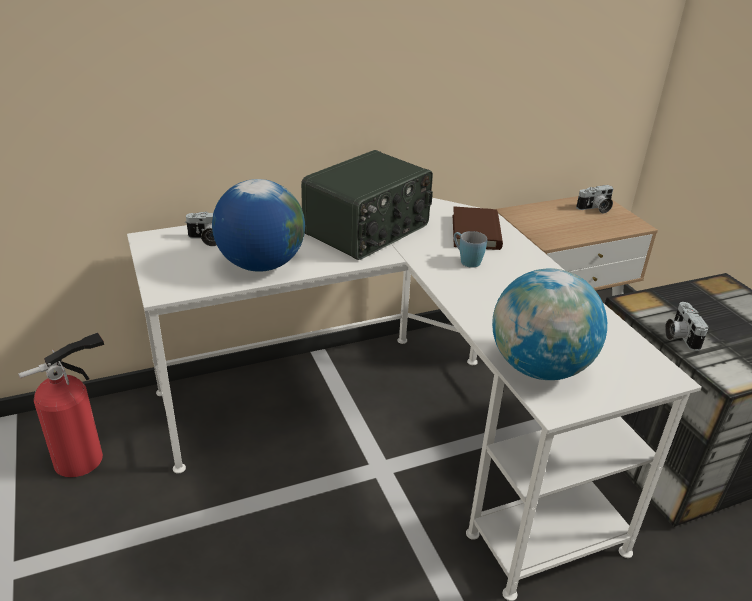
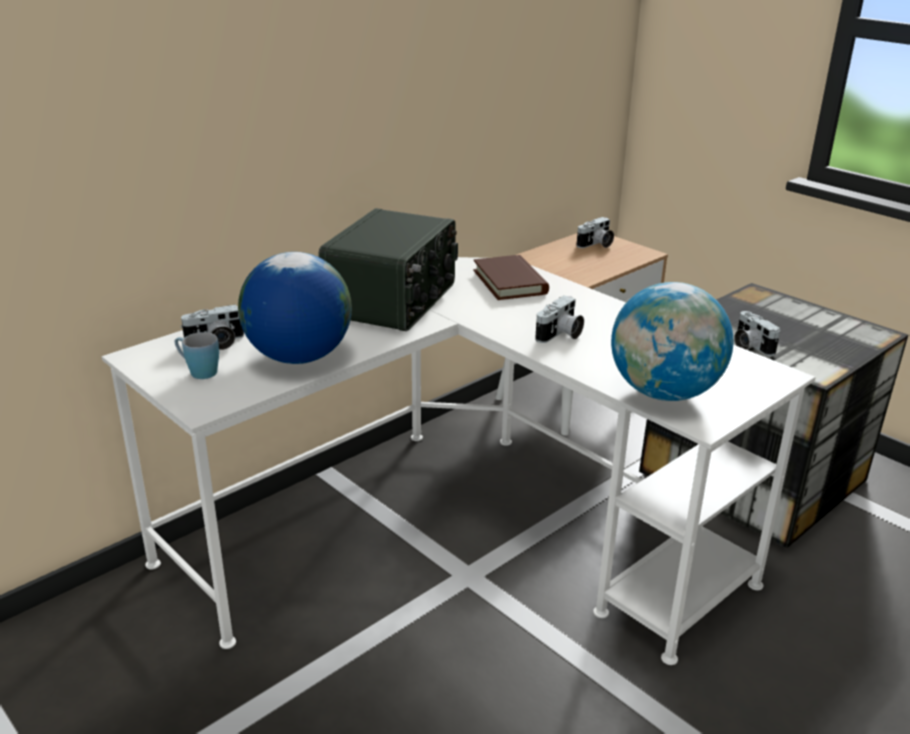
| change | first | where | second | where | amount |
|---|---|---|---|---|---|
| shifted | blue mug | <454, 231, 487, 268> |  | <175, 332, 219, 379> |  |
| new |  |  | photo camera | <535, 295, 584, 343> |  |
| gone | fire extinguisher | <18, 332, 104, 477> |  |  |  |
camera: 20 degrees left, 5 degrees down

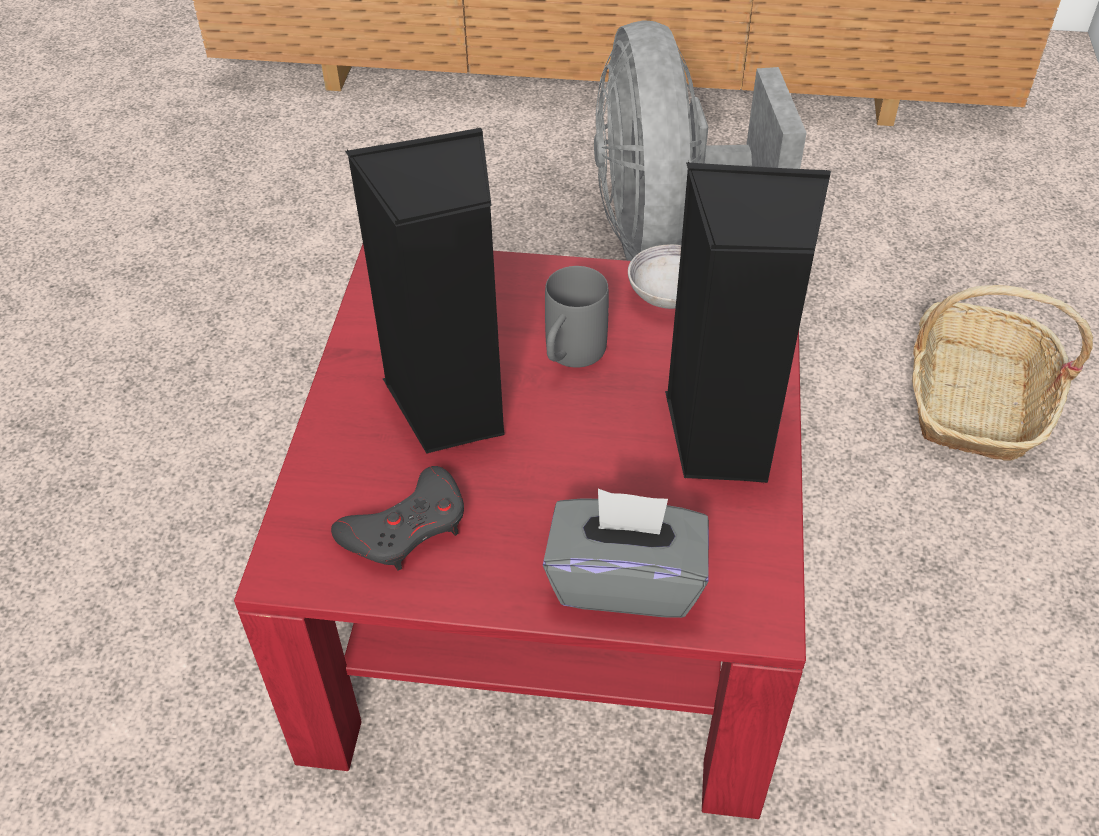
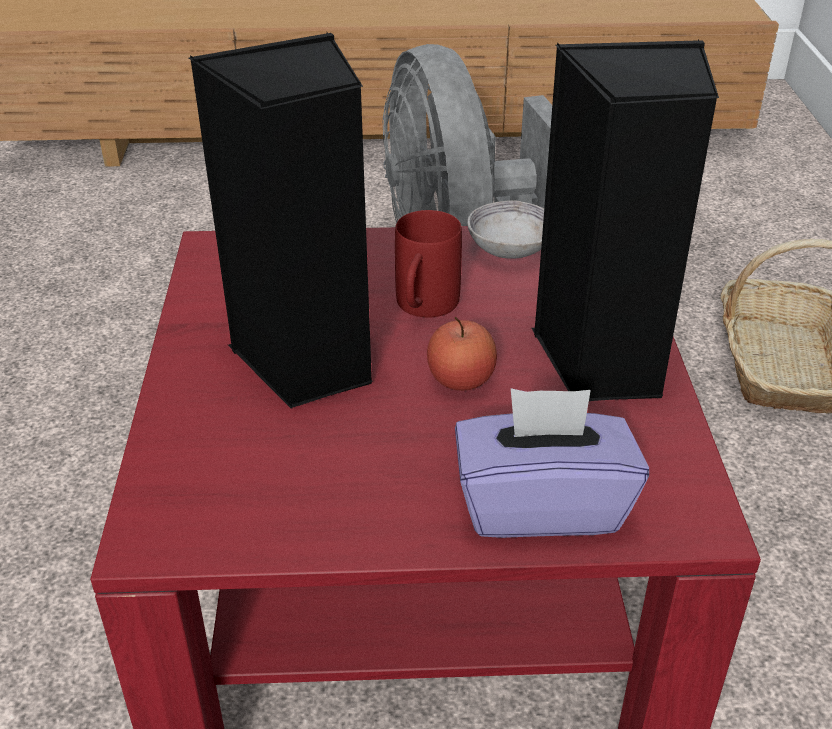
| change | first | where | second | where | amount |
|---|---|---|---|---|---|
| repainted | grey mug | <545, 266, 609, 368> | red mug | <395, 210, 462, 318> |  |
| new |  |  | apple | <427, 317, 497, 391> |  |
| repainted | grey tissue box | <543, 489, 709, 618> | purple tissue box | <455, 388, 649, 538> |  |
| gone | grey game controller | <331, 466, 464, 571> |  |  |  |
camera: 10 degrees left, 10 degrees down

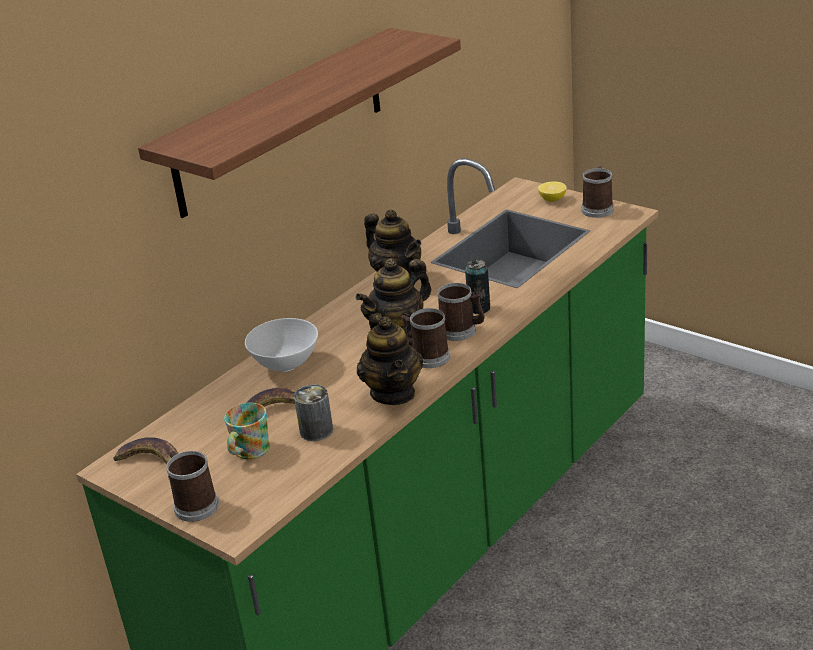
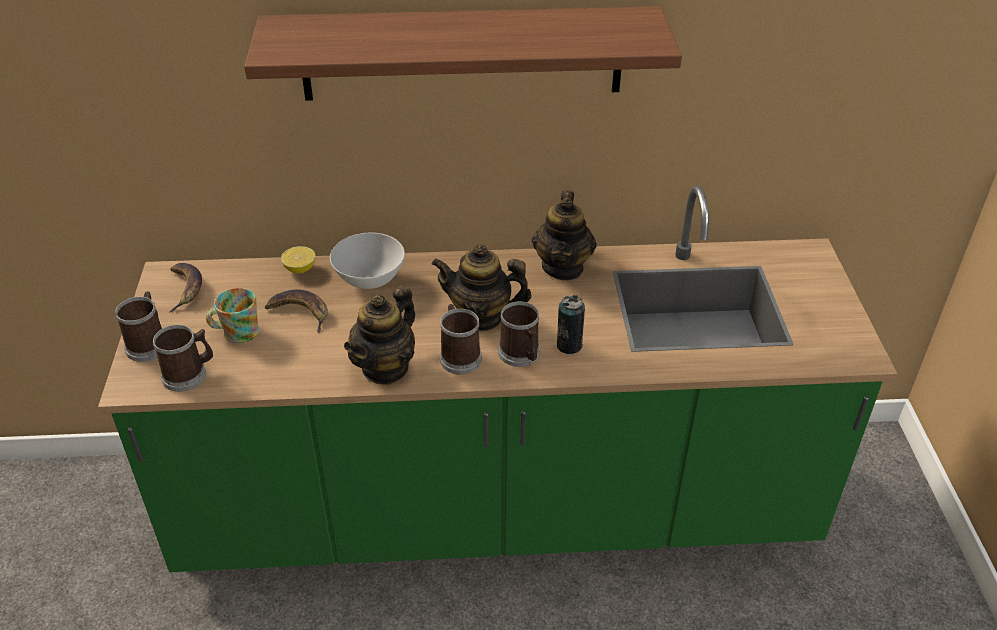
| change | first | where | second | where | amount |
|---|---|---|---|---|---|
| shifted | mug | <581, 166, 614, 218> |  | <153, 325, 213, 392> |  |
| shifted | lemon | <538, 181, 567, 202> |  | <281, 246, 316, 274> |  |
| gone | can | <294, 385, 333, 441> |  |  |  |
camera: 45 degrees right, 10 degrees up

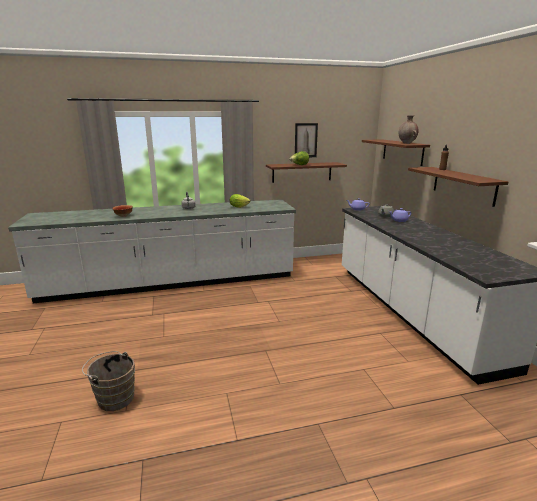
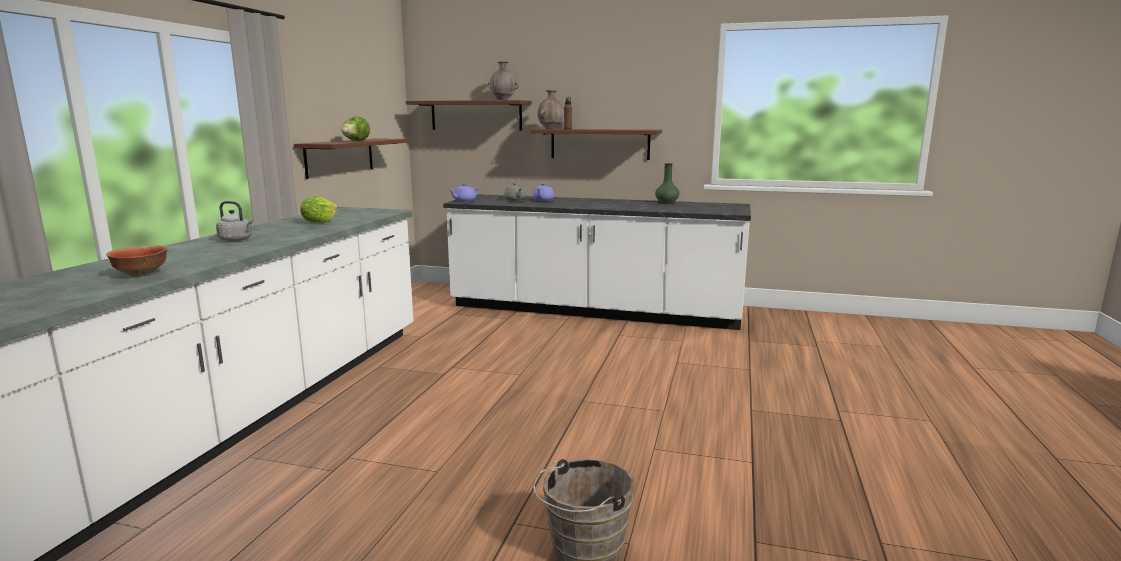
| change | first | where | second | where | amount |
|---|---|---|---|---|---|
| new |  |  | brown vase | <538, 90, 564, 129> |  |
| new |  |  | green vase | <655, 163, 679, 203> |  |
| gone | picture | <295, 123, 318, 157> |  |  |  |
camera: 60 degrees left, 5 degrees down

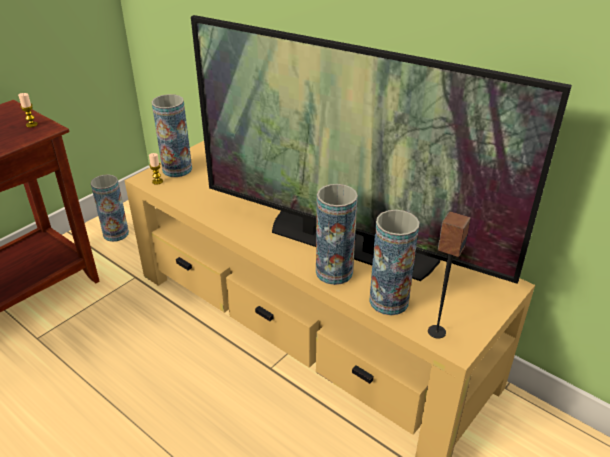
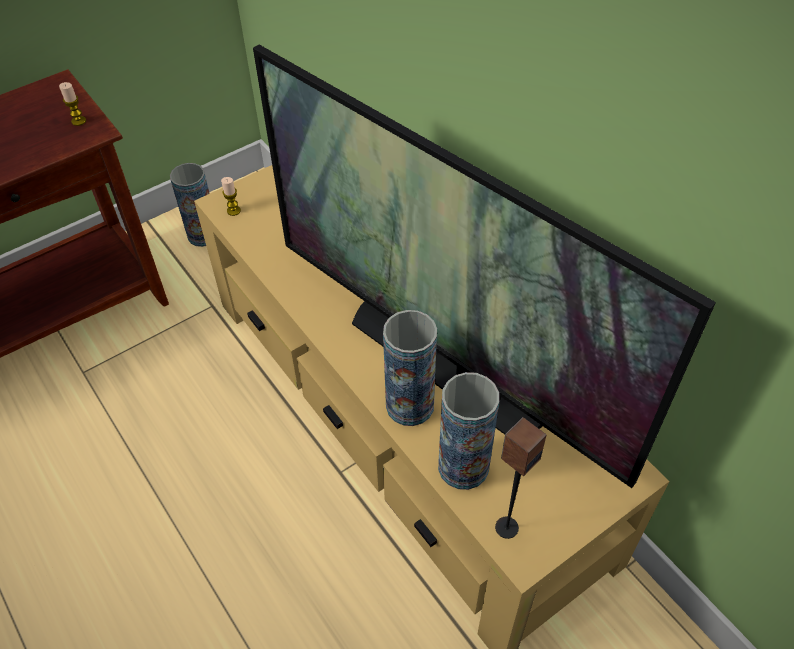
| change | first | where | second | where | amount |
|---|---|---|---|---|---|
| gone | vase | <152, 94, 192, 177> |  |  |  |
camera: 15 degrees right, 15 degrees up

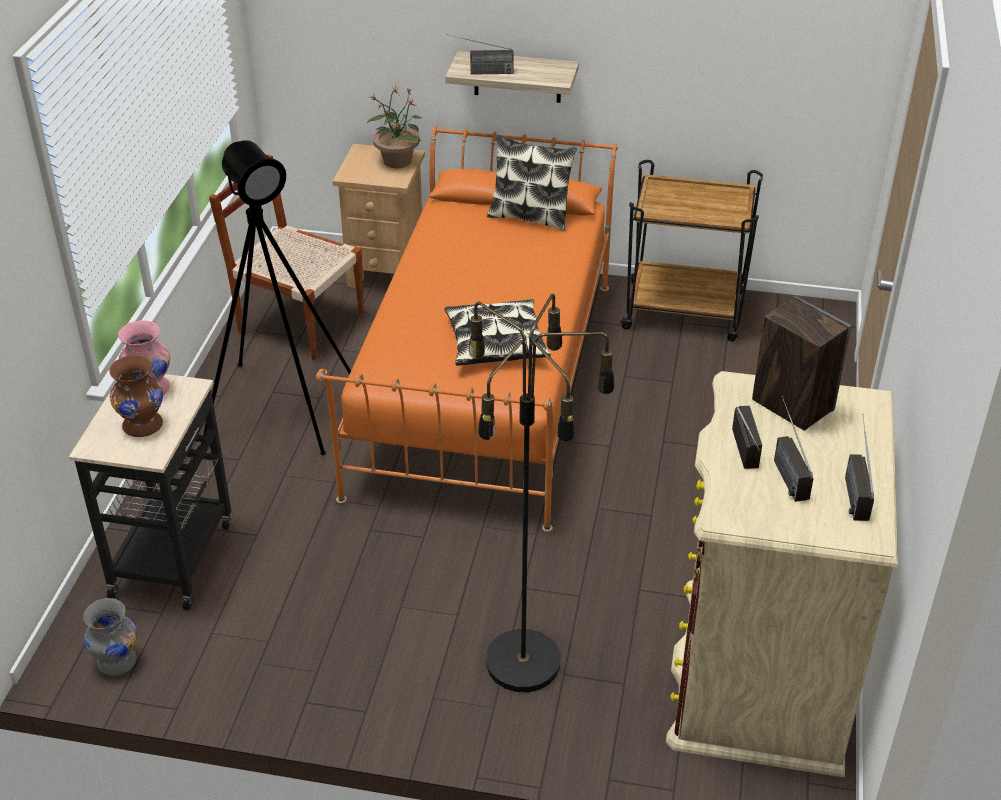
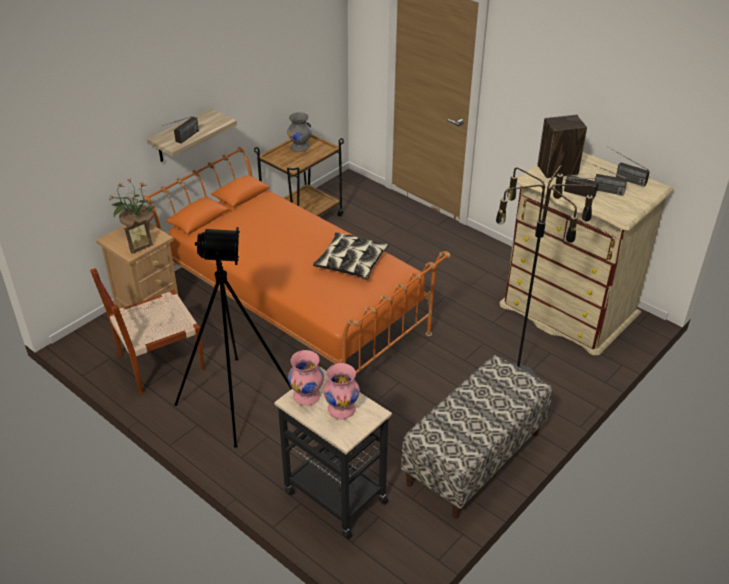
| change | first | where | second | where | amount |
|---|---|---|---|---|---|
| new |  |  | picture frame | <124, 219, 153, 254> |  |
| shifted | grey vase | <83, 598, 137, 676> |  | <287, 112, 312, 152> |  |
| repainted | brown vase | <109, 355, 163, 437> | pink vase | <323, 363, 360, 419> |  |
| new |  |  | bench | <401, 355, 552, 518> |  |
| gone | pillow | <487, 135, 577, 231> |  |  |  |
camera: 60 degrees left, 0 degrees up

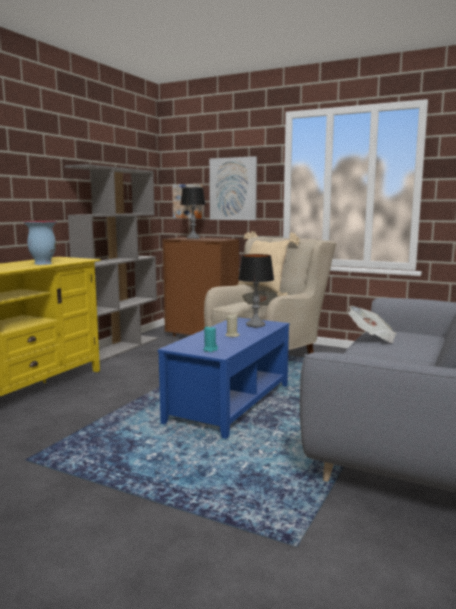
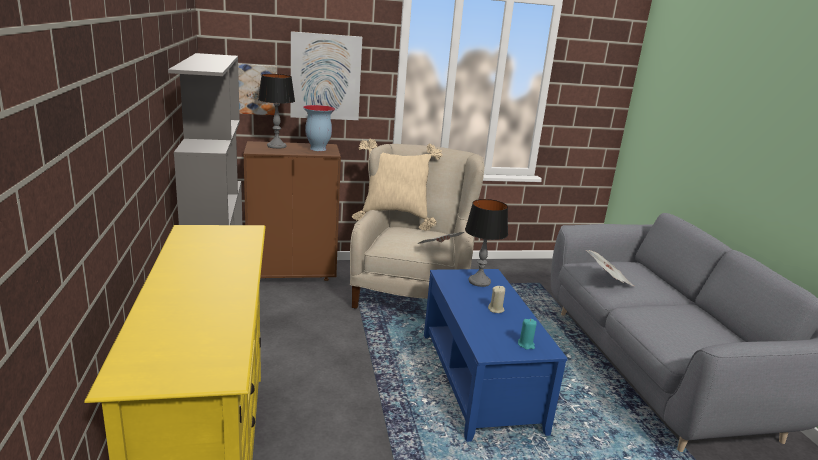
| change | first | where | second | where | amount |
|---|---|---|---|---|---|
| shifted | vase | <23, 221, 57, 265> |  | <303, 105, 335, 151> |  |
camera: 40 degrees left, 10 degrees up

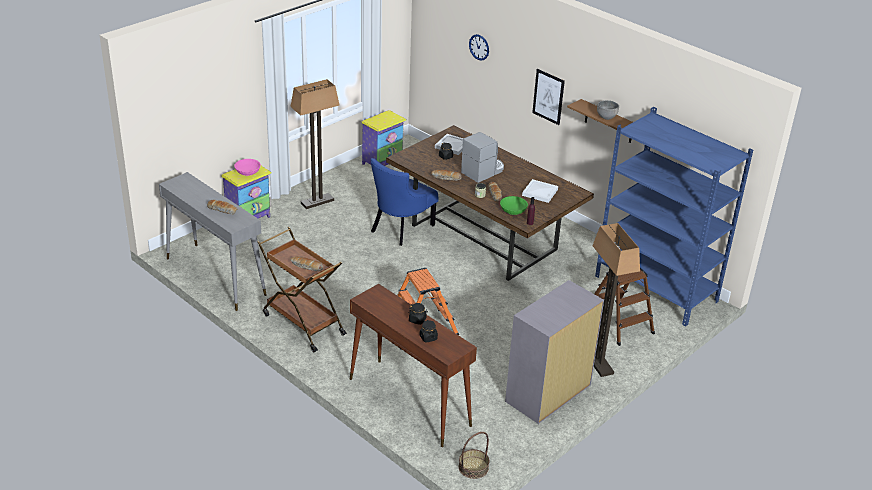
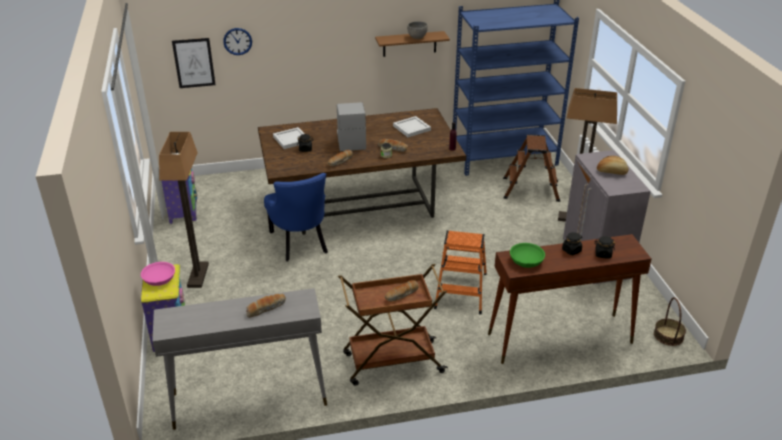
| change | first | where | second | where | amount |
|---|---|---|---|---|---|
| shifted | picture | <532, 69, 565, 125> |  | <172, 38, 216, 88> |  |
| shifted | green bowl | <500, 196, 528, 215> |  | <510, 243, 545, 268> |  |
| new |  |  | bread | <597, 156, 629, 175> |  |
camera: 55 degrees left, 0 degrees up

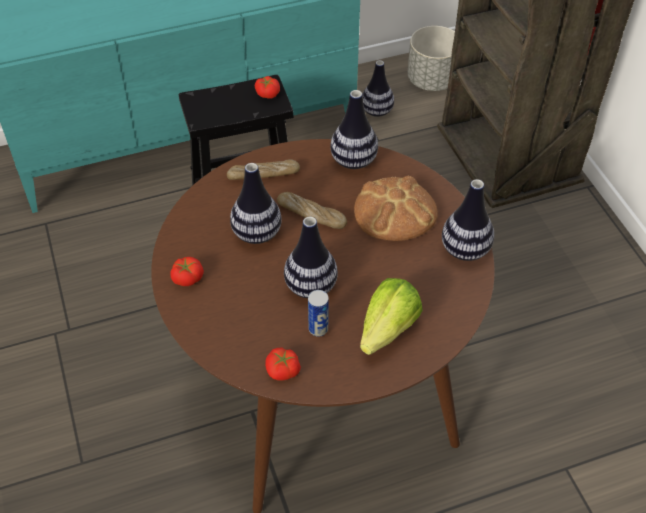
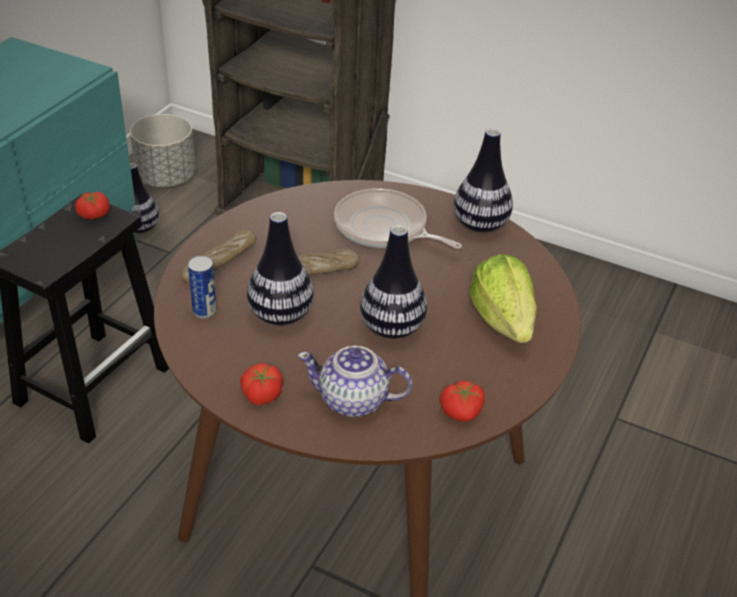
| change | first | where | second | where | amount |
|---|---|---|---|---|---|
| shifted | can | <308, 290, 329, 337> |  | <188, 256, 217, 319> |  |
| new |  |  | teapot | <298, 346, 412, 417> |  |
| swapped | bread | <354, 176, 437, 241> | frying pan | <334, 188, 462, 249> |  |
| gone | vase | <330, 90, 378, 169> |  |  |  |
camera: 45 degrees left, 10 degrees down

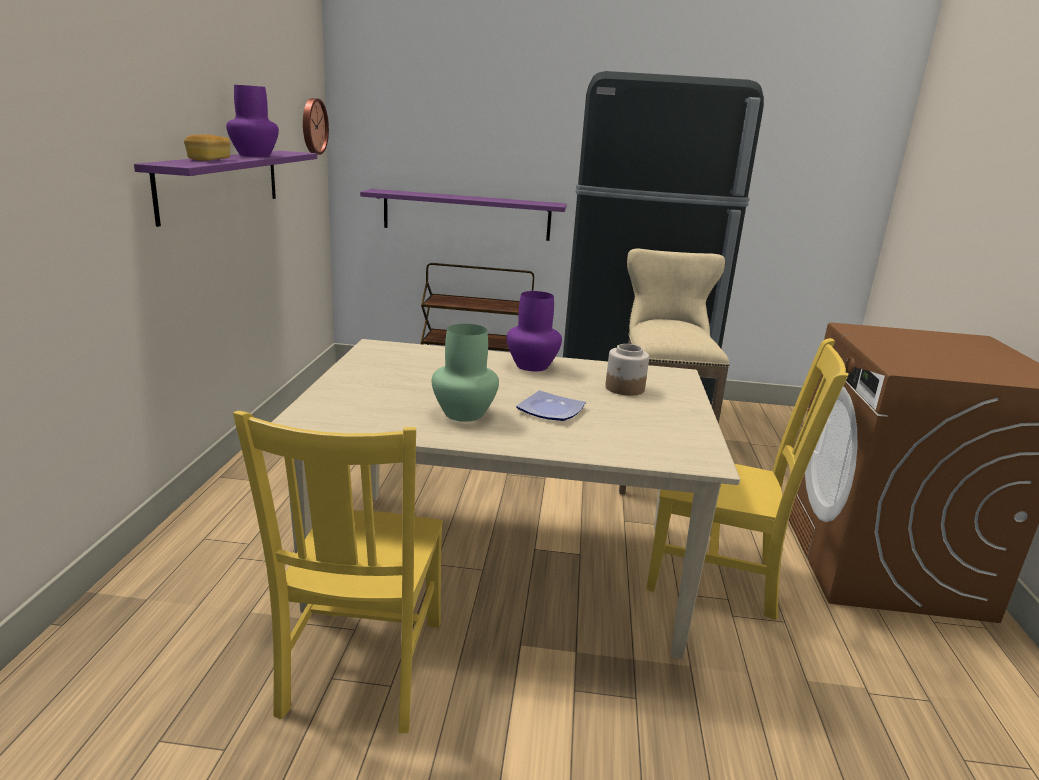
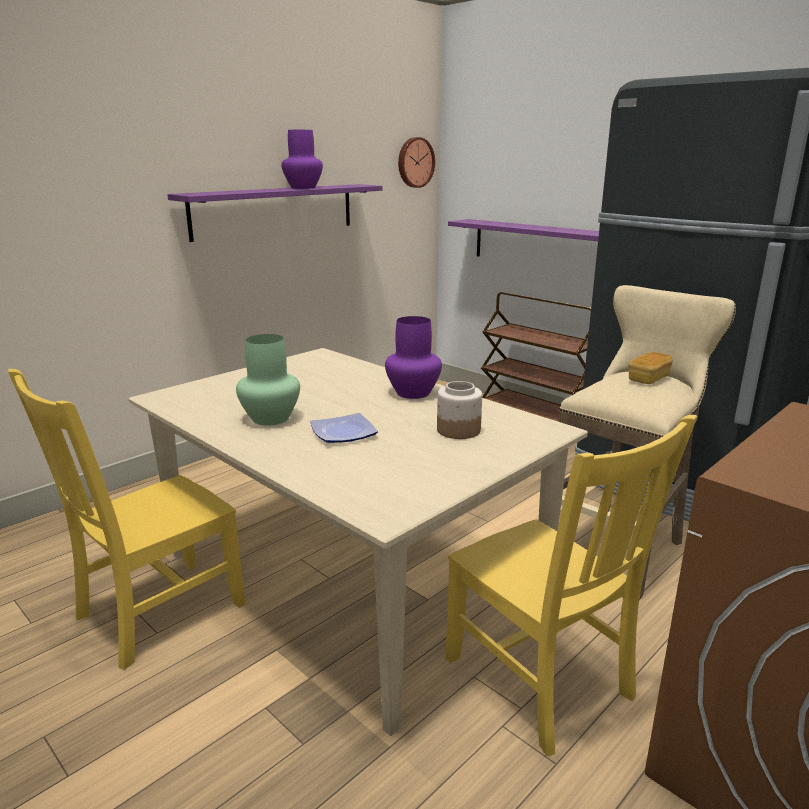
| change | first | where | second | where | amount |
|---|---|---|---|---|---|
| shifted | bread | <184, 134, 230, 161> |  | <628, 352, 673, 384> |  |
camera: 40 degrees right, 0 degrees up

